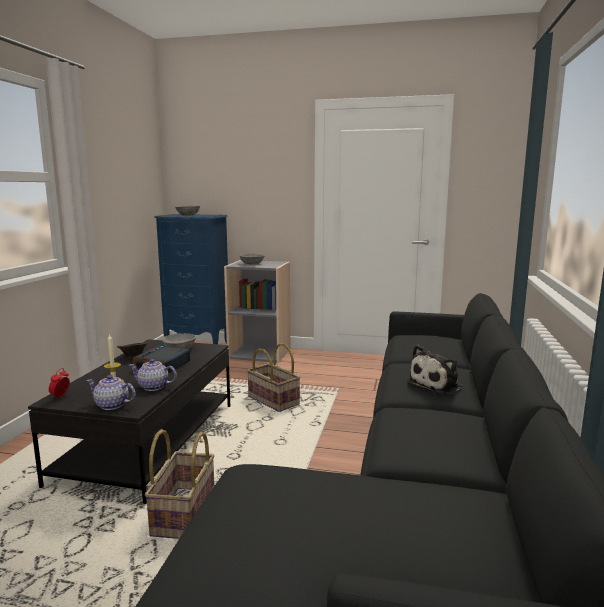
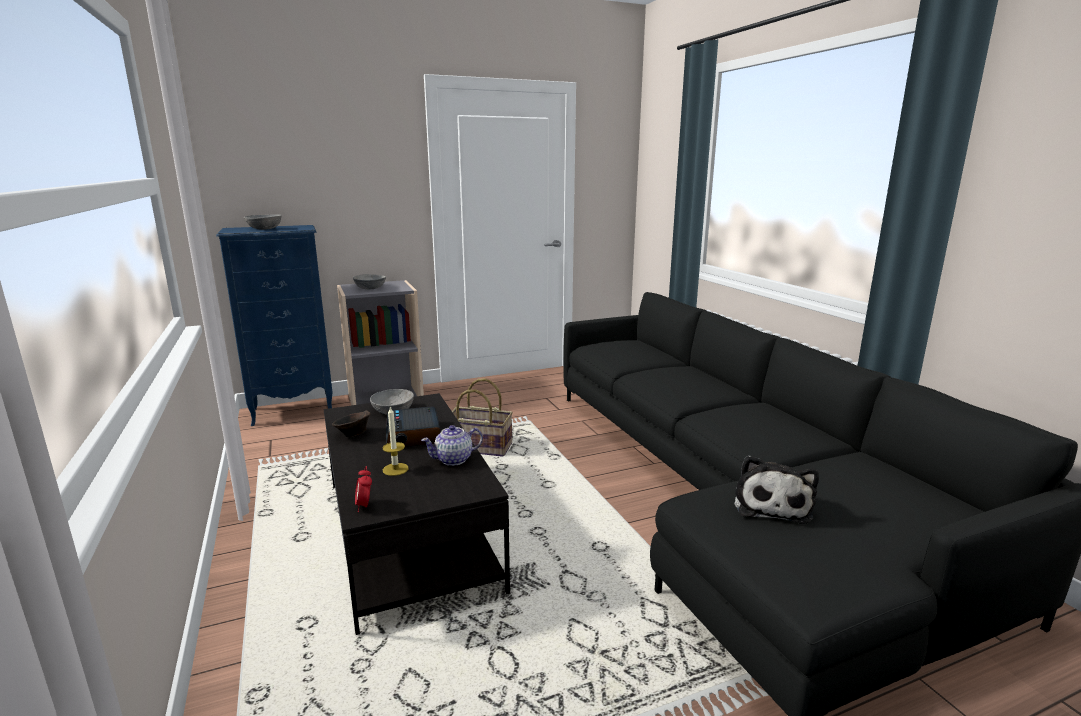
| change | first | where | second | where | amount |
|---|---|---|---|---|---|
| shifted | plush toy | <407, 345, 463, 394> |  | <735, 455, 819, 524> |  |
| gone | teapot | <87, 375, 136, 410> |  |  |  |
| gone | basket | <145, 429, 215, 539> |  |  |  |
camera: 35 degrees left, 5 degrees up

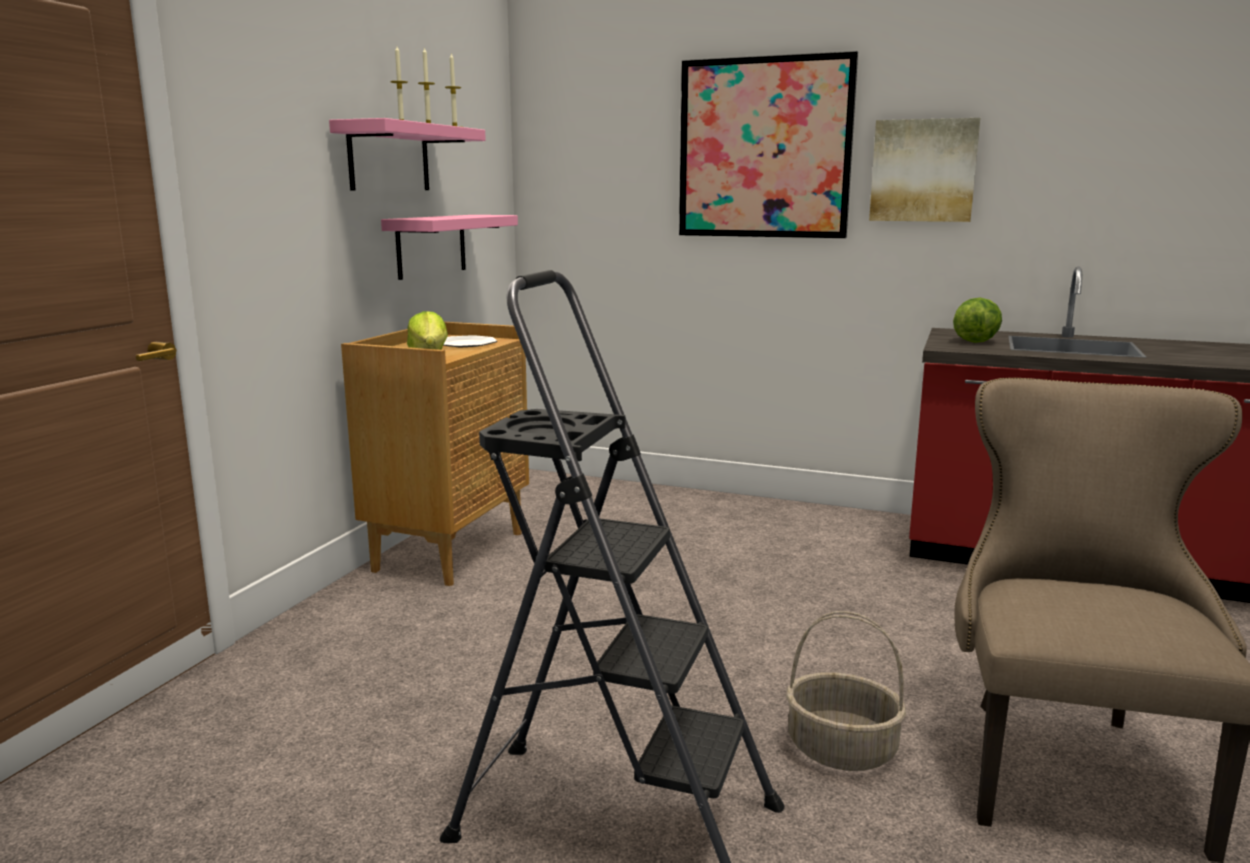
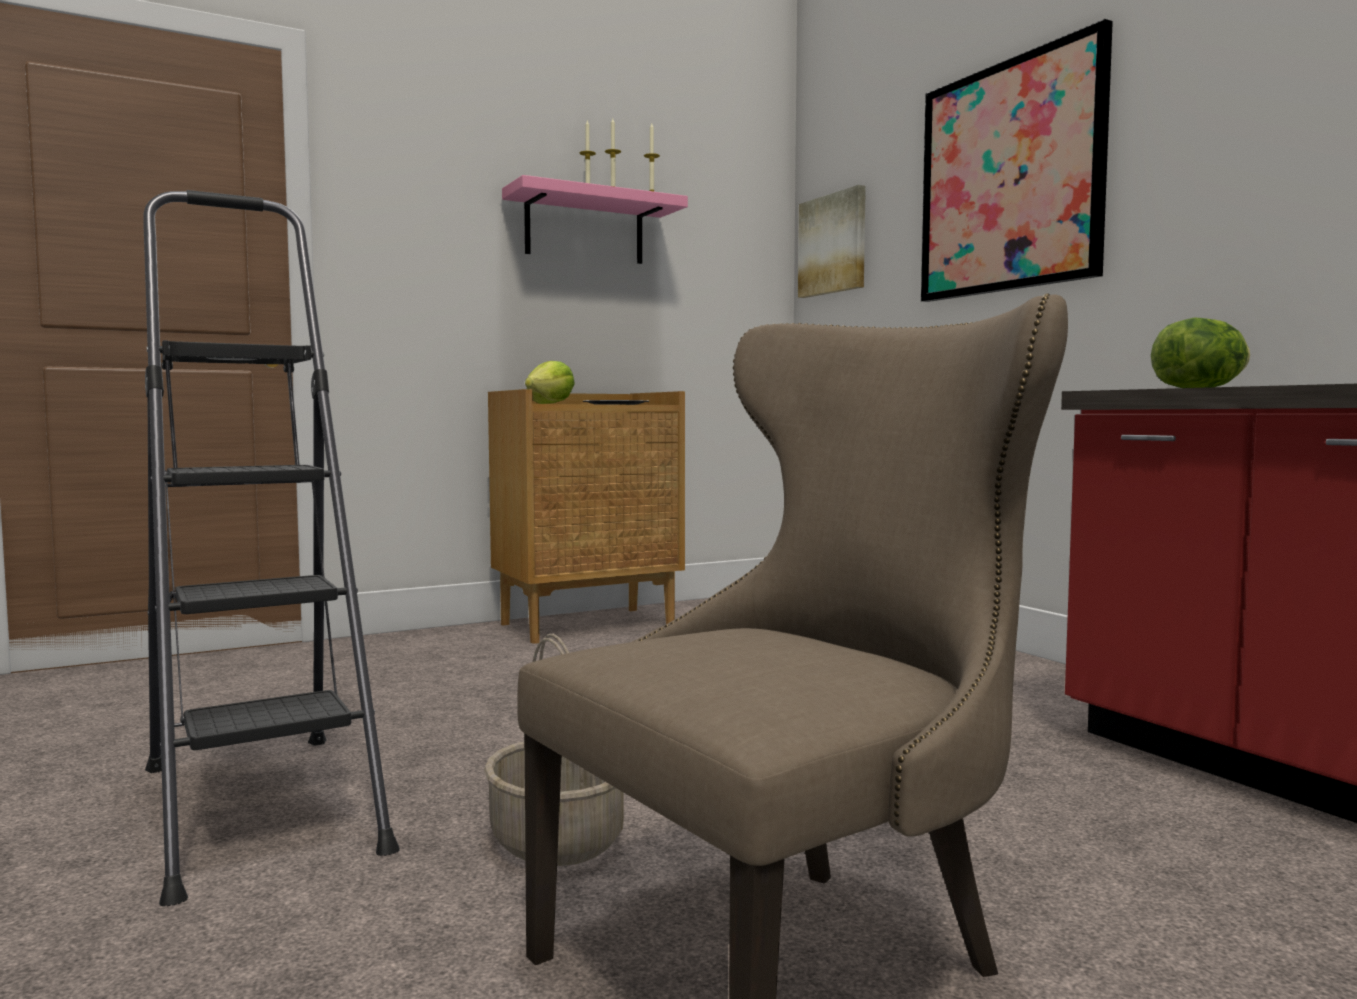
| change | first | where | second | where | amount |
|---|---|---|---|---|---|
| shifted | picture | <869, 118, 980, 222> |  | <798, 185, 866, 298> |  |
| gone | pink shelf | <381, 215, 518, 280> |  |  |  |
camera: 40 degrees right, 10 degrees down

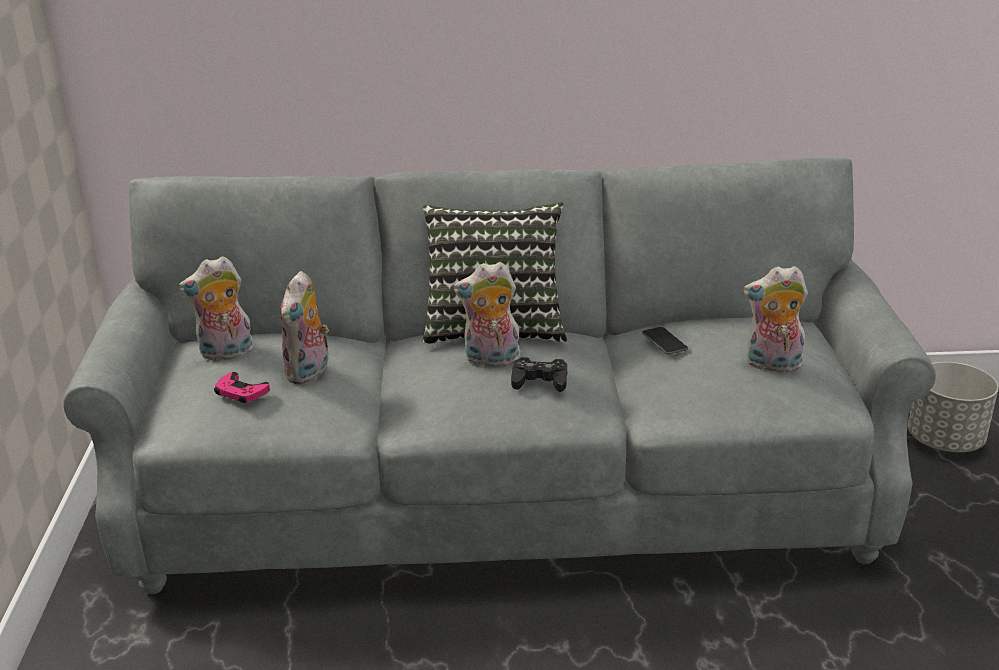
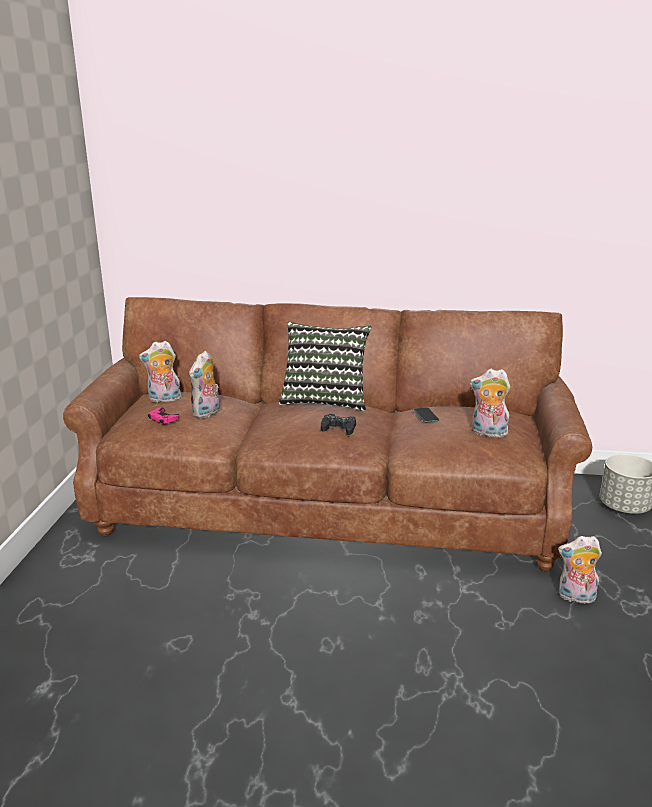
| change | first | where | second | where | amount |
|---|---|---|---|---|---|
| repainted | grey sofa | <63, 158, 936, 594> | brown sofa | <63, 297, 592, 571> |  |
| shifted | plush toy | <453, 262, 522, 366> |  | <558, 536, 602, 604> |  |
camera: 10 degrees right, 5 degrees down

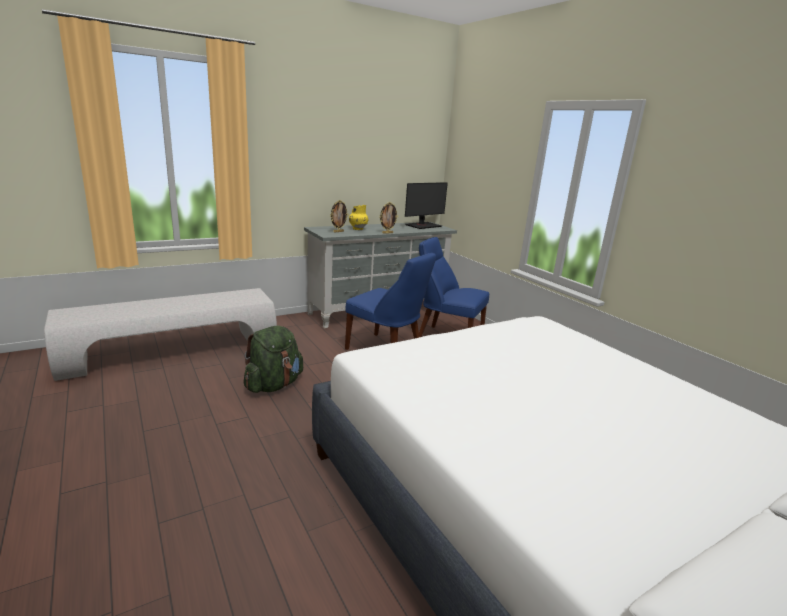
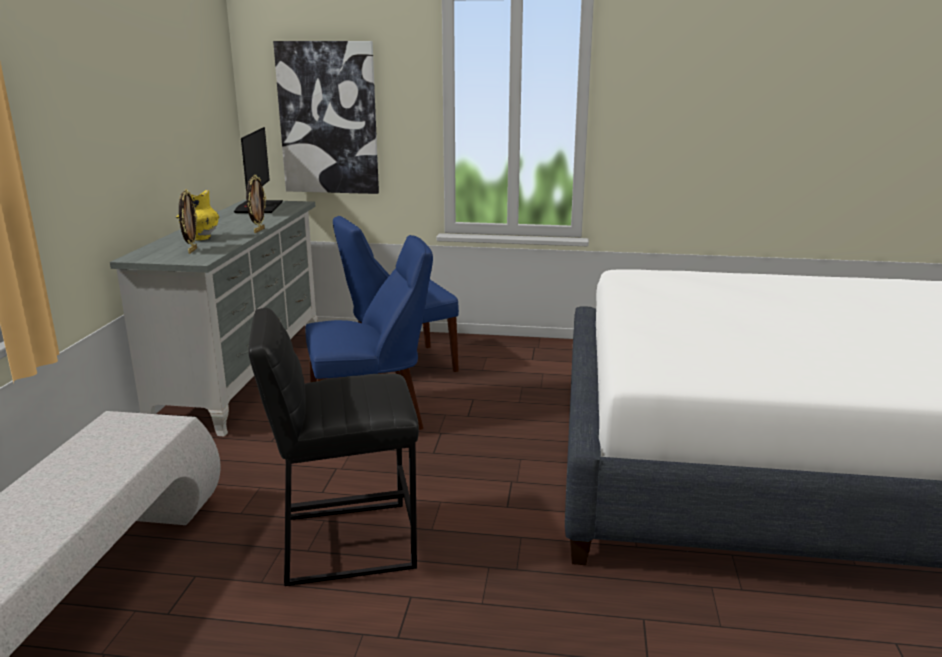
| change | first | where | second | where | amount |
|---|---|---|---|---|---|
| swapped | green backpack | <243, 326, 303, 393> | black chair | <248, 307, 419, 586> |  |
| new |  |  | picture | <273, 41, 379, 194> |  |
camera: 50 degrees left, 0 degrees up

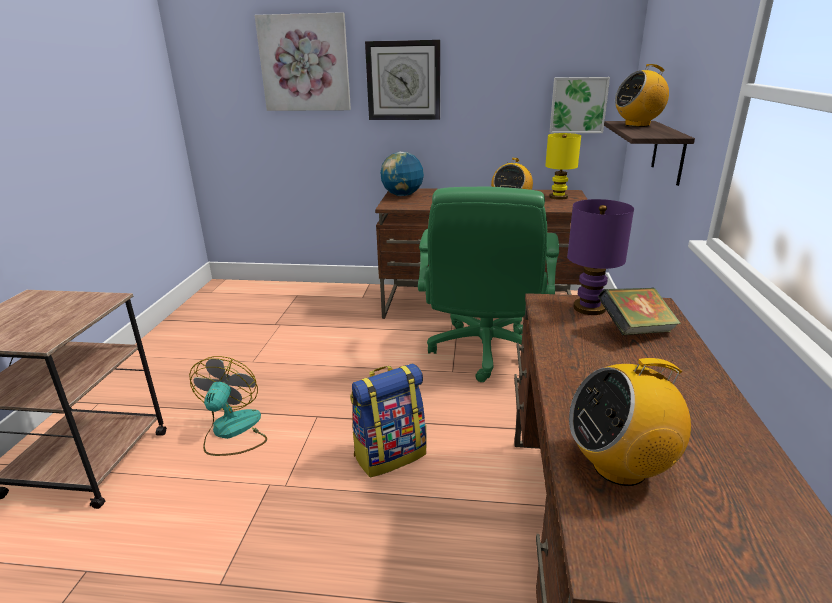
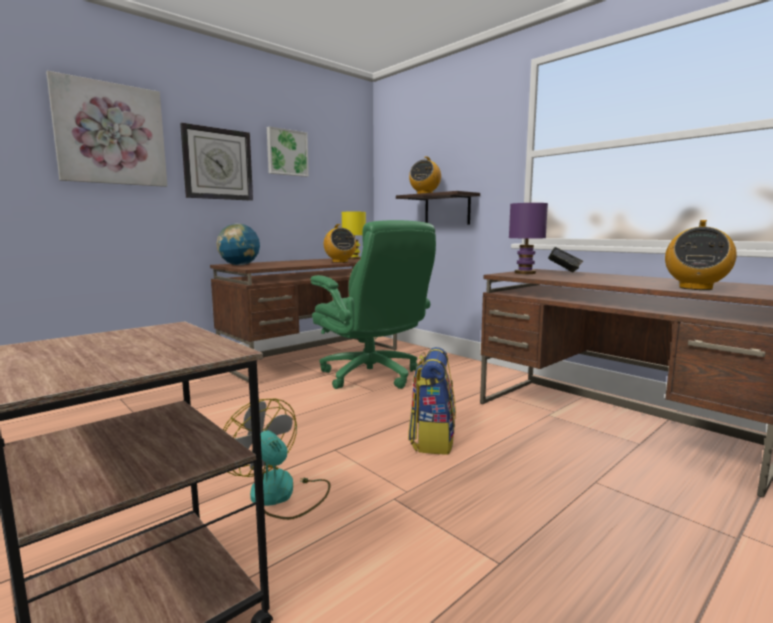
| change | first | where | second | where | amount |
|---|---|---|---|---|---|
| shifted | picture | <550, 77, 610, 133> |  | <267, 126, 309, 177> |  |
camera: 50 degrees left, 15 degrees down

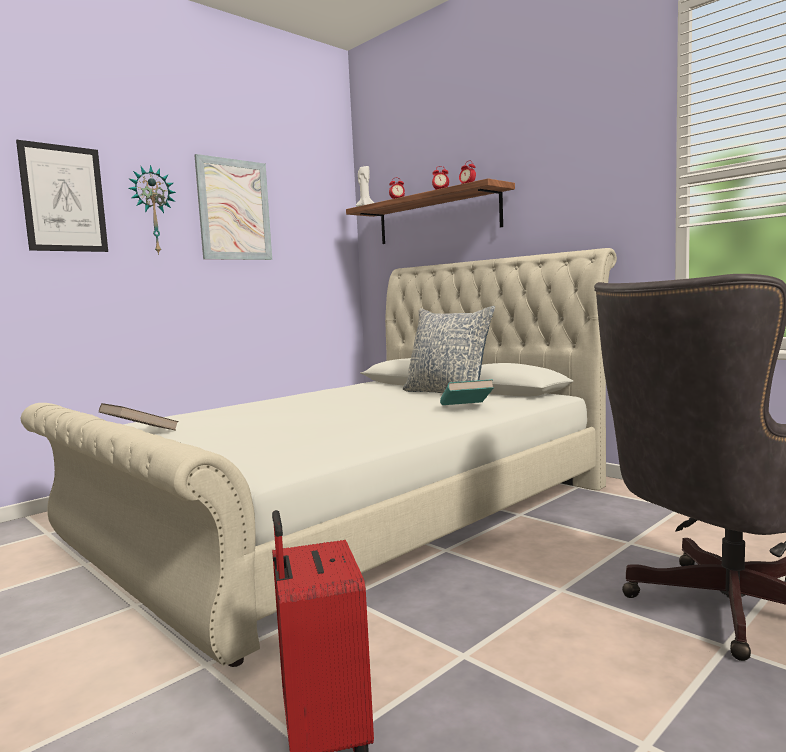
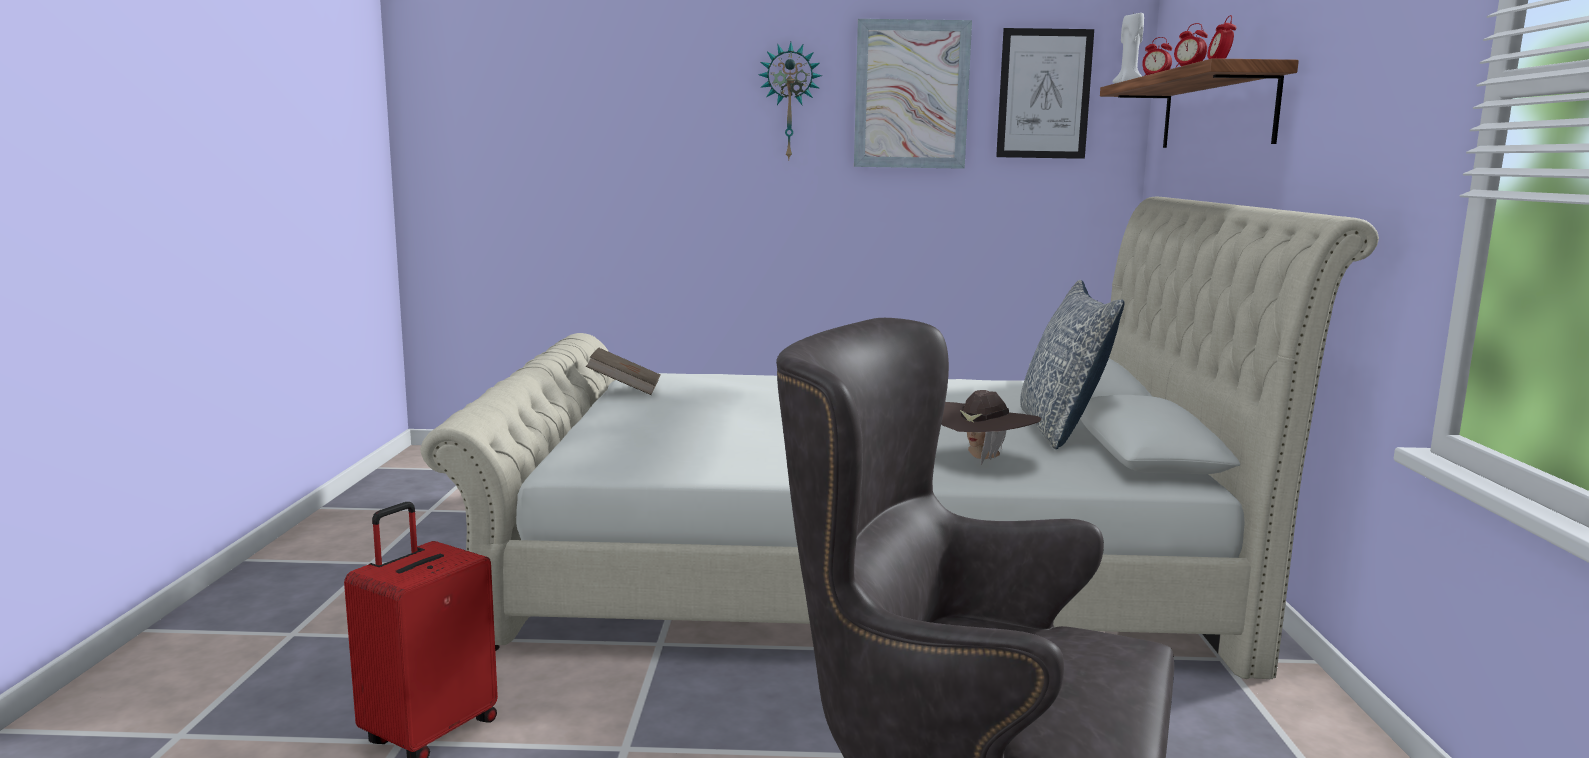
| change | first | where | second | where | amount |
|---|---|---|---|---|---|
| swapped | turquoise book | <440, 379, 494, 405> | brown hat | <941, 390, 1041, 465> |  |
| shifted | picture | <16, 140, 108, 252> |  | <996, 28, 1094, 159> |  |
camera: 45 degrees right, 5 degrees up

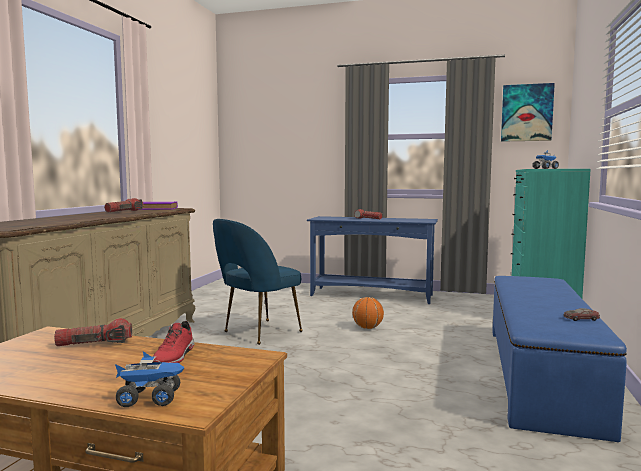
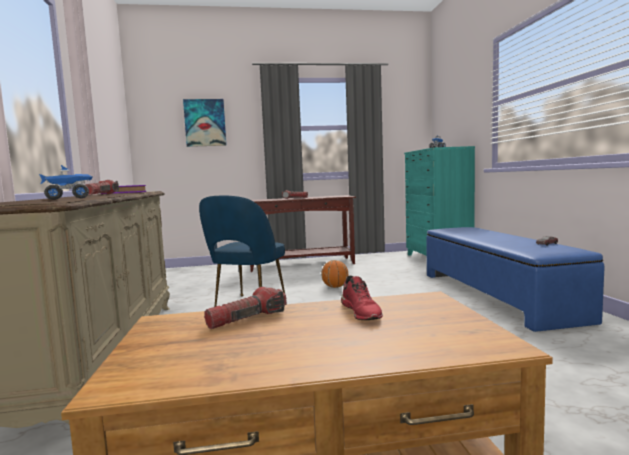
| change | first | where | second | where | amount |
|---|---|---|---|---|---|
| shifted | toy truck | <115, 351, 185, 407> |  | <39, 165, 93, 200> |  |
| shifted | picture | <501, 83, 555, 142> |  | <183, 99, 227, 147> |  |
| repainted | blue console table | <307, 216, 438, 304> | brown console table | <250, 195, 356, 272> |  |
camera: 25 degrees left, 0 degrees up

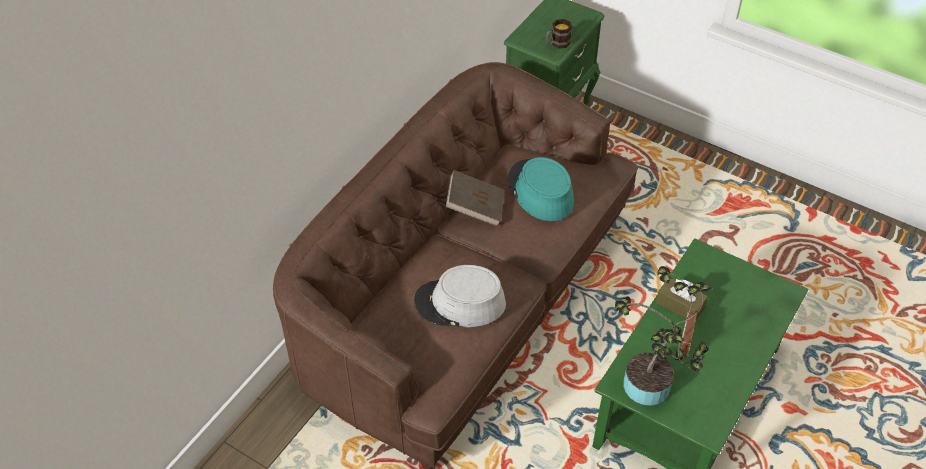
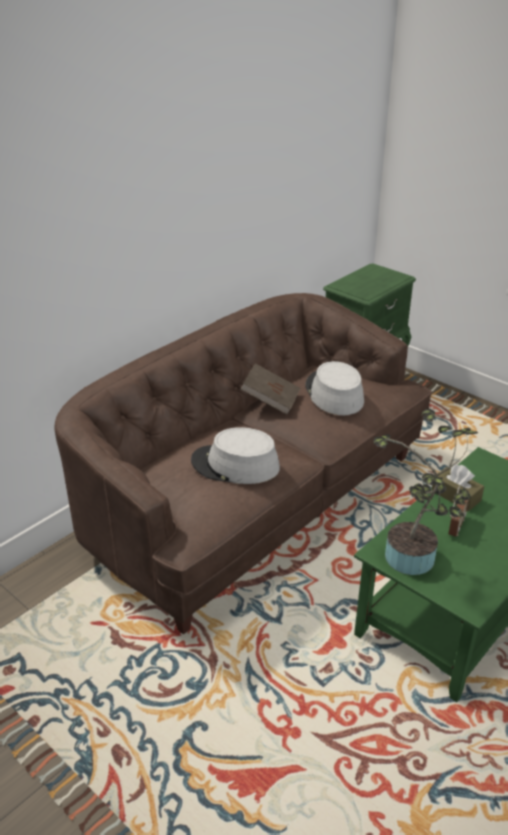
| change | first | where | second | where | amount |
|---|---|---|---|---|---|
| repainted | turquoise hat | <508, 157, 574, 221> | grey hat | <306, 361, 364, 415> |  |
| gone | mug | <546, 19, 572, 49> |  |  |  |
camera: 10 degrees right, 15 degrees down

